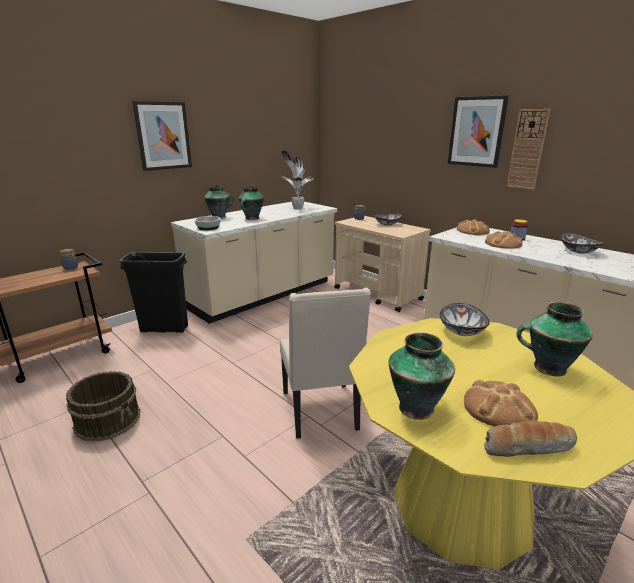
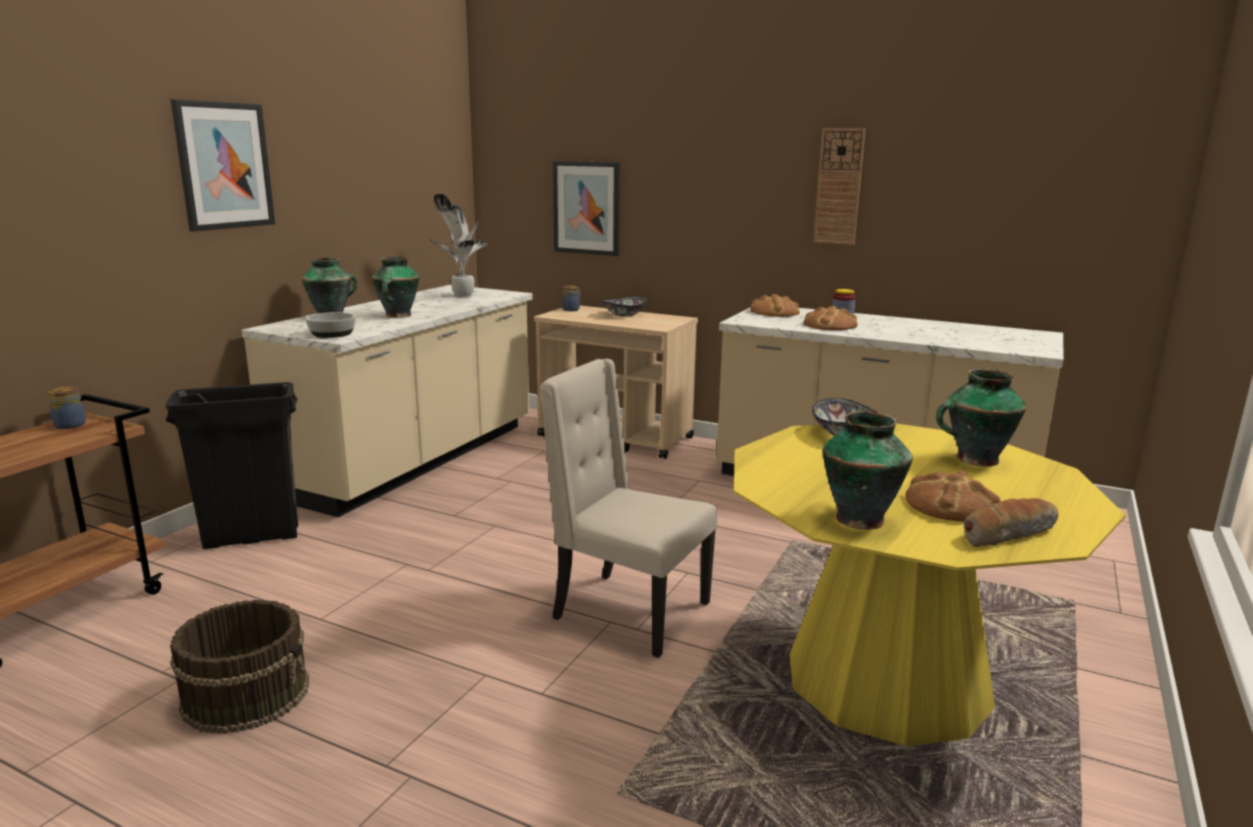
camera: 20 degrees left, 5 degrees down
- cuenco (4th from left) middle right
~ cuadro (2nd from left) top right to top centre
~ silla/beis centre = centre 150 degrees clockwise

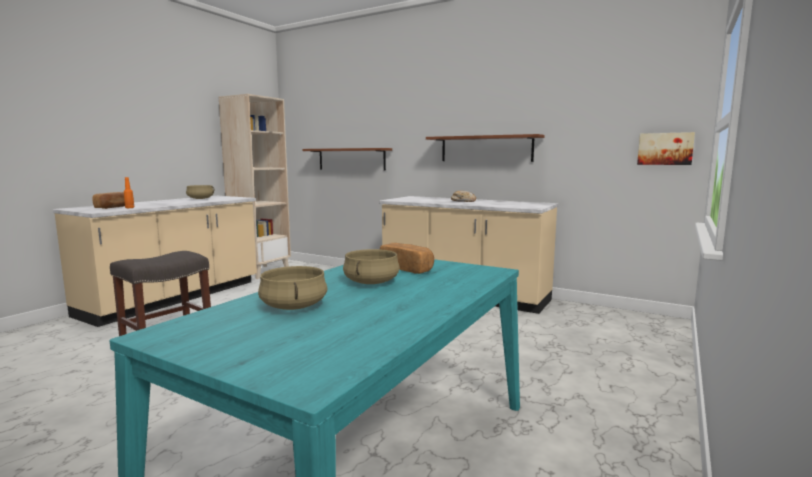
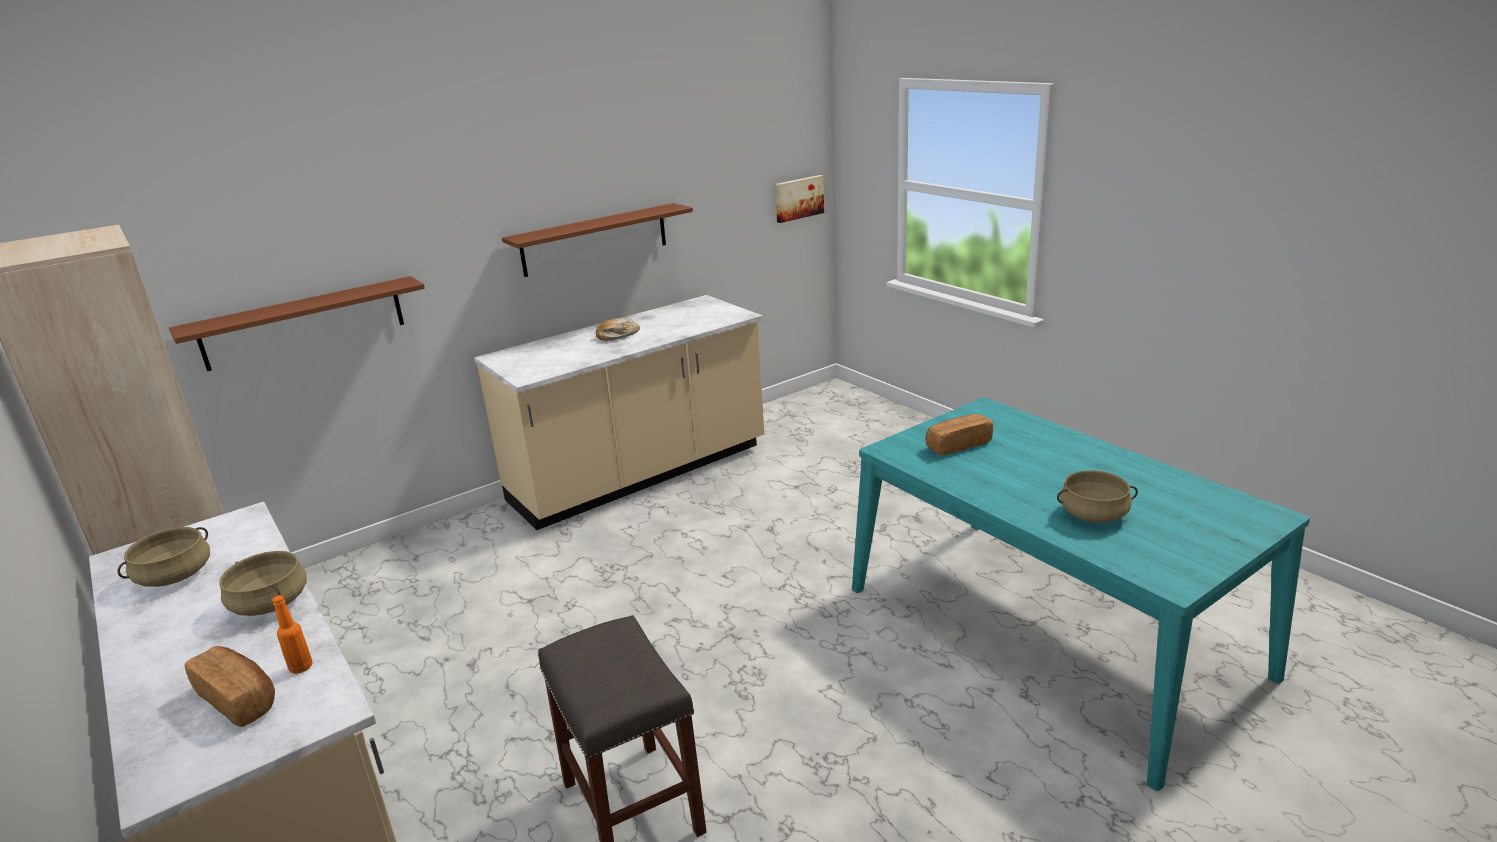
camera: 65 degrees left, 15 degrees up
~ olla/beis (3rd from left in the first image) centre to olla/beis (2nd from left) bottom left

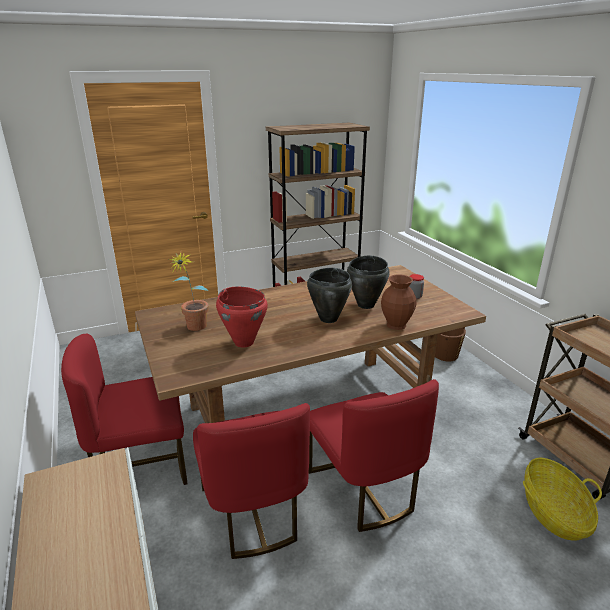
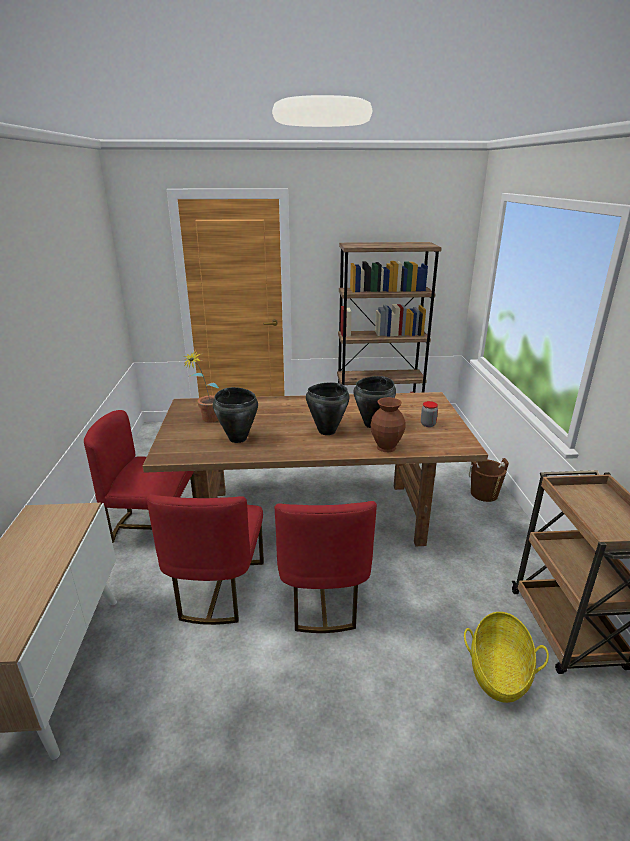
camera: 20 degrees right, 0 degrees up
~ olla/rojo centre to olla/negro (1st from left) centre

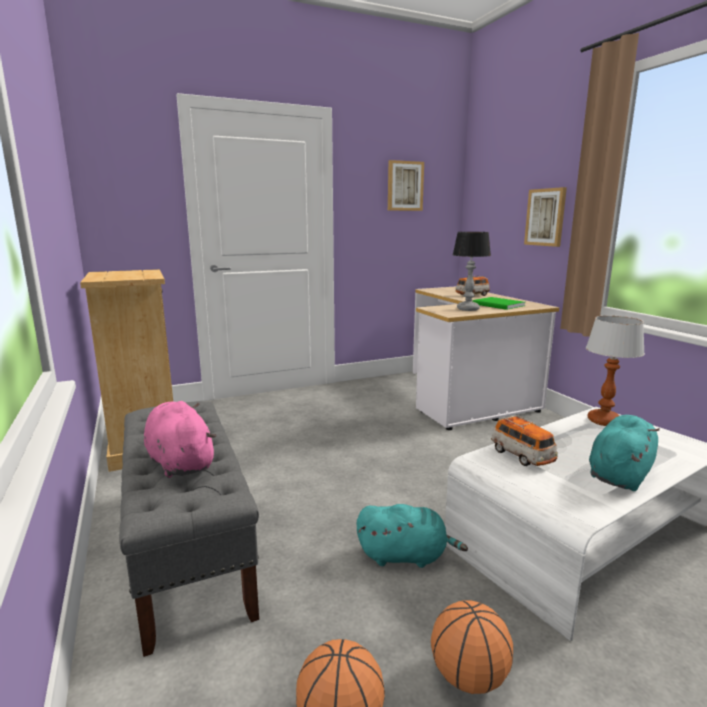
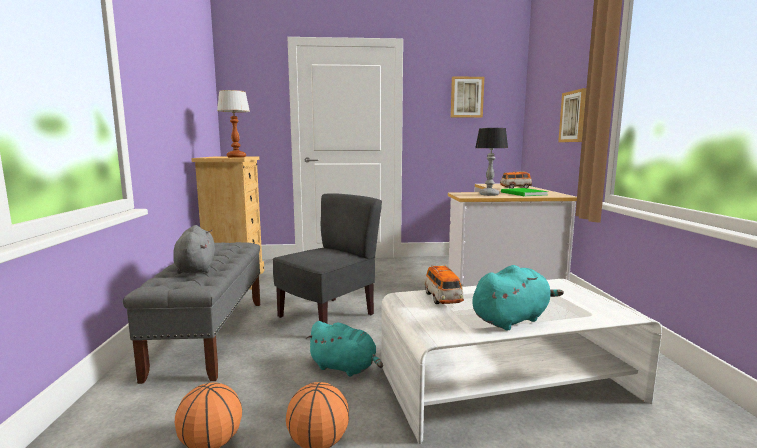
camera: 20 degrees right, 5 degrees down
+ silla/gris centre
~ lámpara de mesa (2nd from left in the first image) middle right to lámpara de mesa (1st from left) top left
~ peluche/rosa middle left to peluche/gris middle left

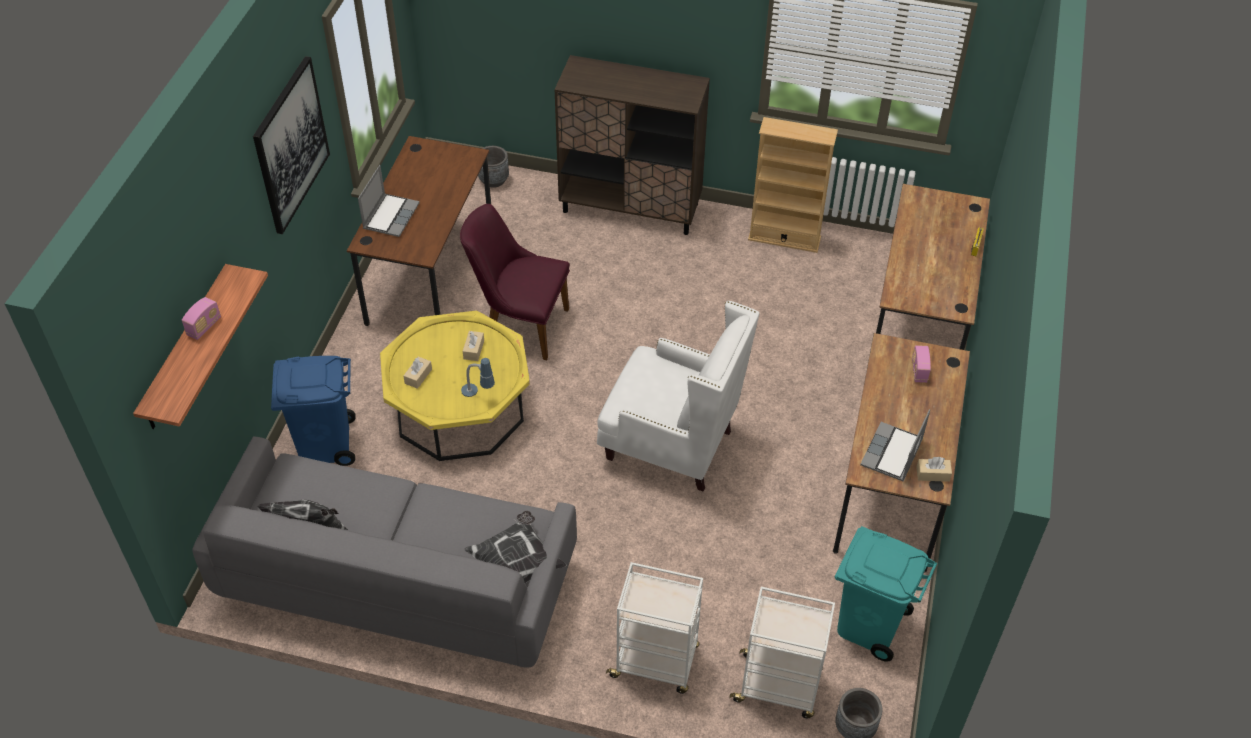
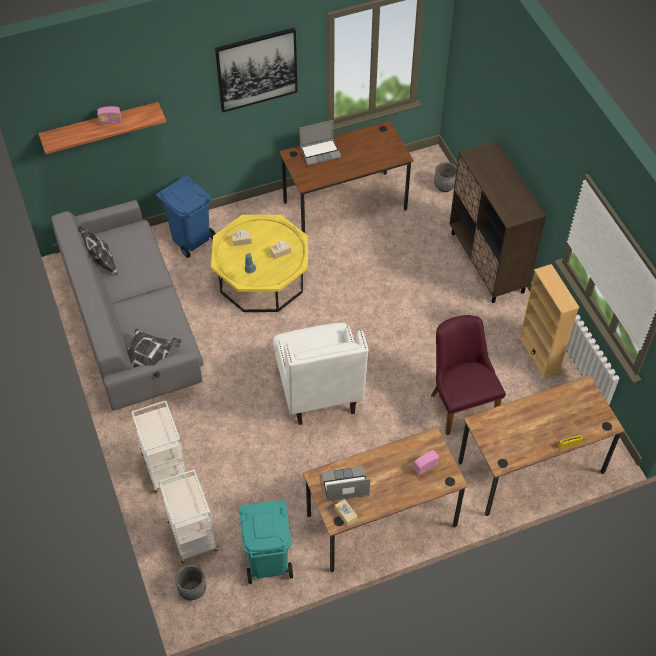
camera: 55 degrees right, 5 degrees up
~ silla/morado centre to middle right

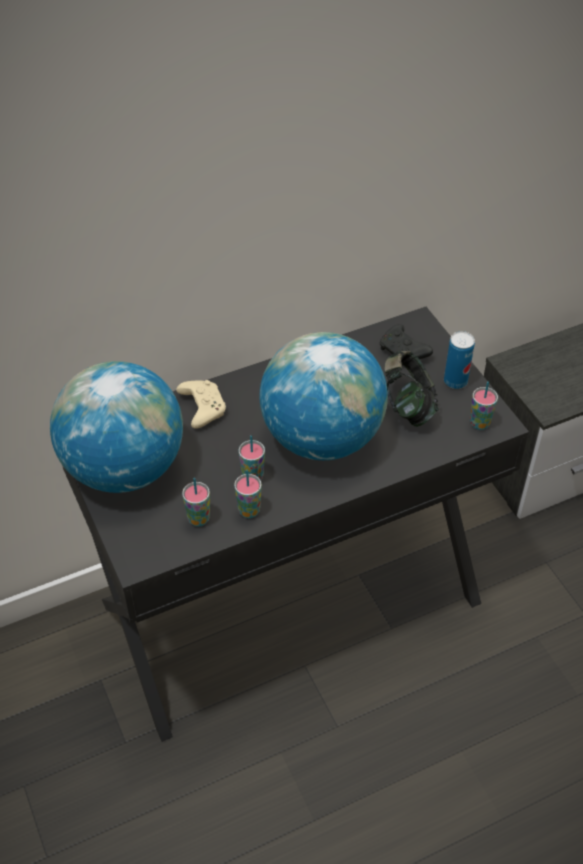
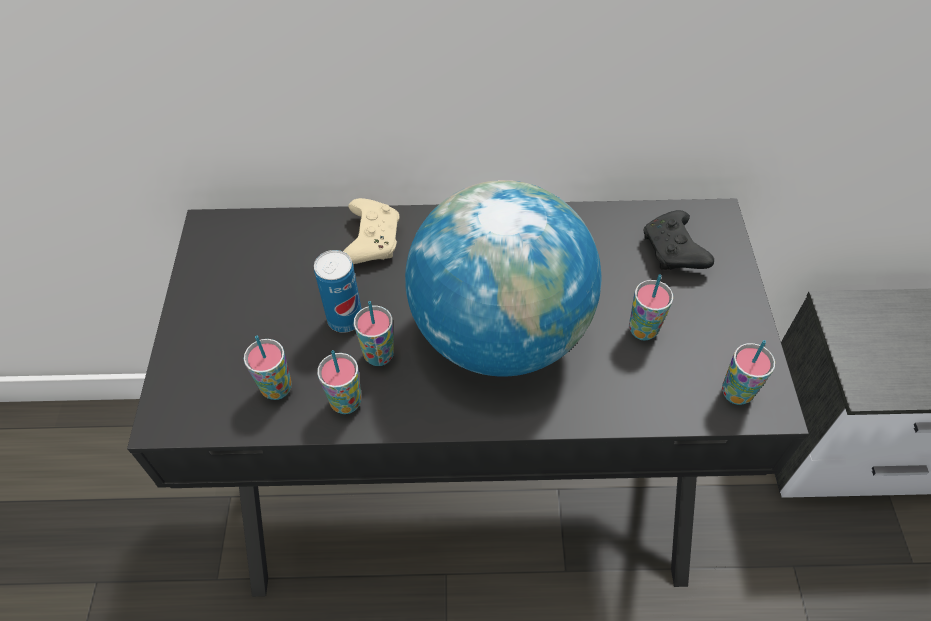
camera: 25 degrees right, 5 degrees up
- globo terráqueo (1st from left) middle left
~ lata middle right to centre
~ auriculares middle right to taza (4th from left) middle right

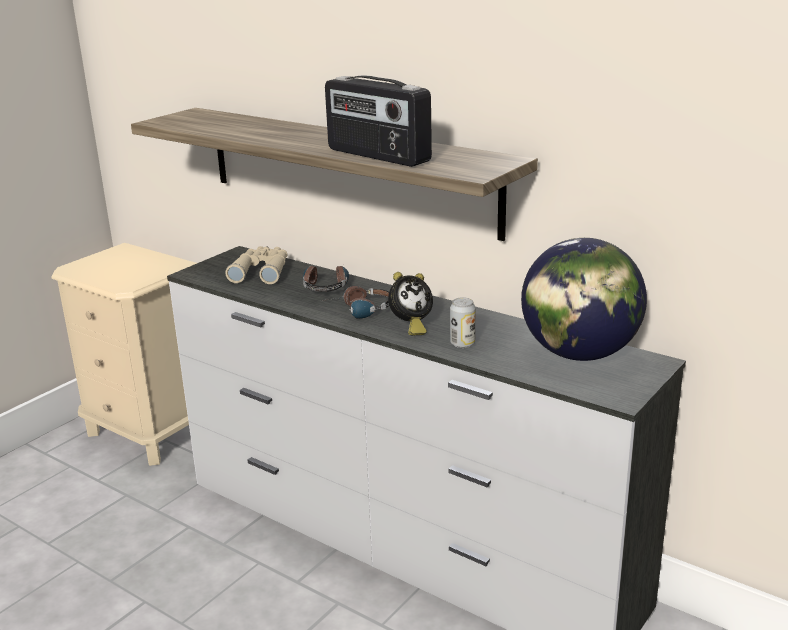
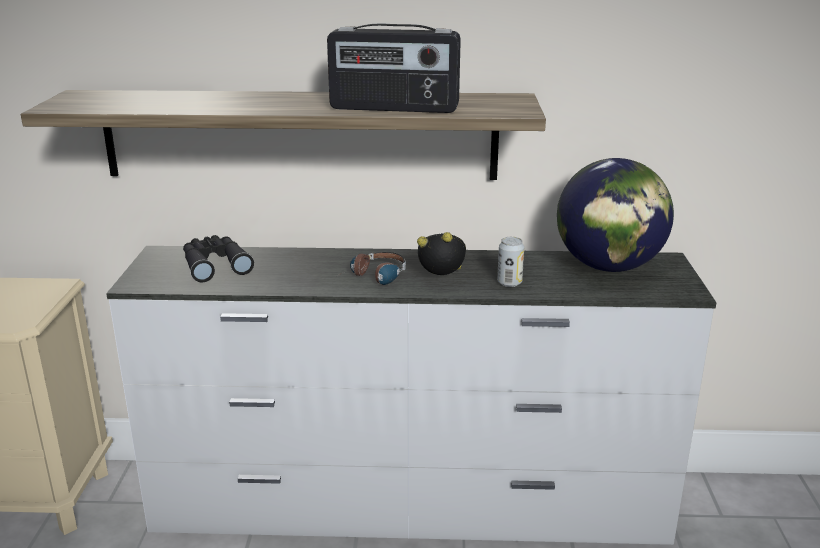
camera: 35 degrees left, 0 degrees up
- auriculares (1st from left) centre
~ prismáticos/beis middle left to prismáticos/negro middle left
~ despertador centre = centre 105 degrees counterclockwise

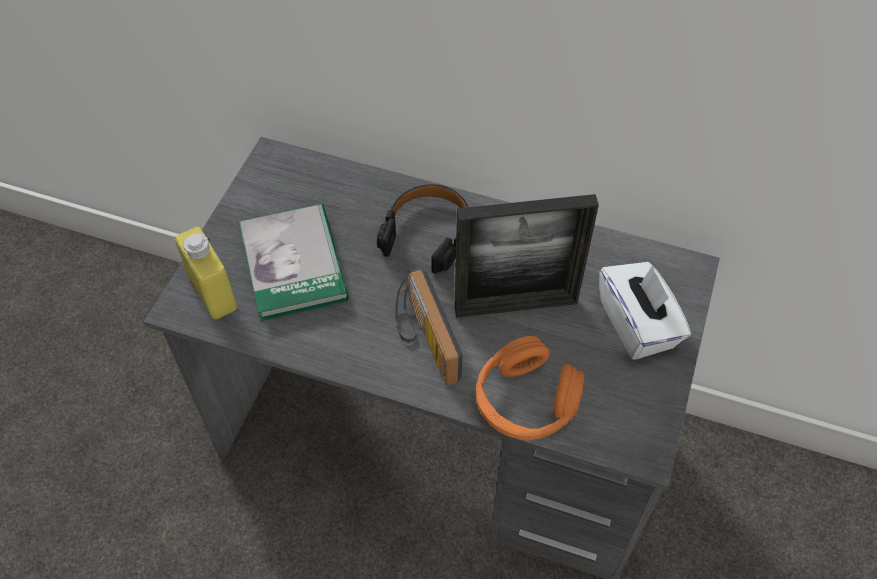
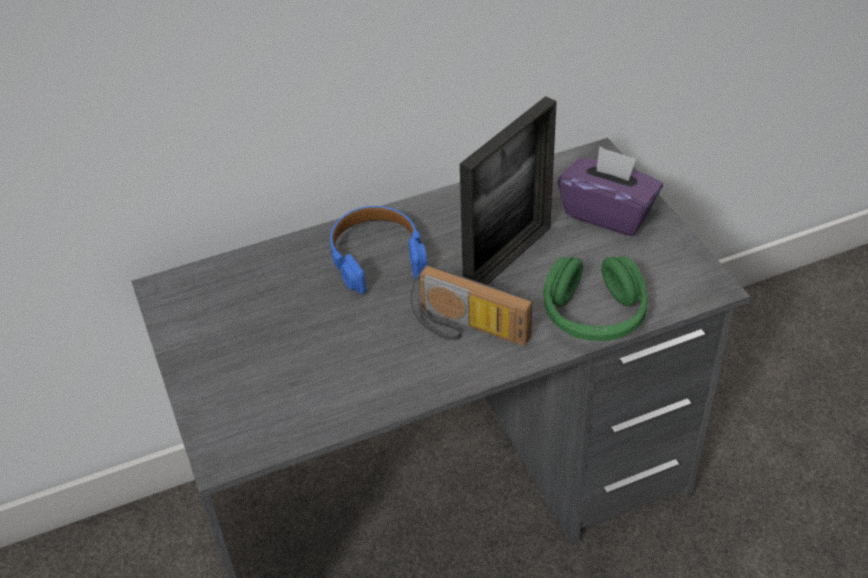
camera: 40 degrees left, 10 degrees down
- botella/amarillo middle left
- libro centre
~ auriculares/negro centre to auriculares/azul centre
~ auriculares/naranja bottom centre to auriculares/verde middle right
~ caja de pañuelos/blanco middle right to caja de pañuelos/morado top right

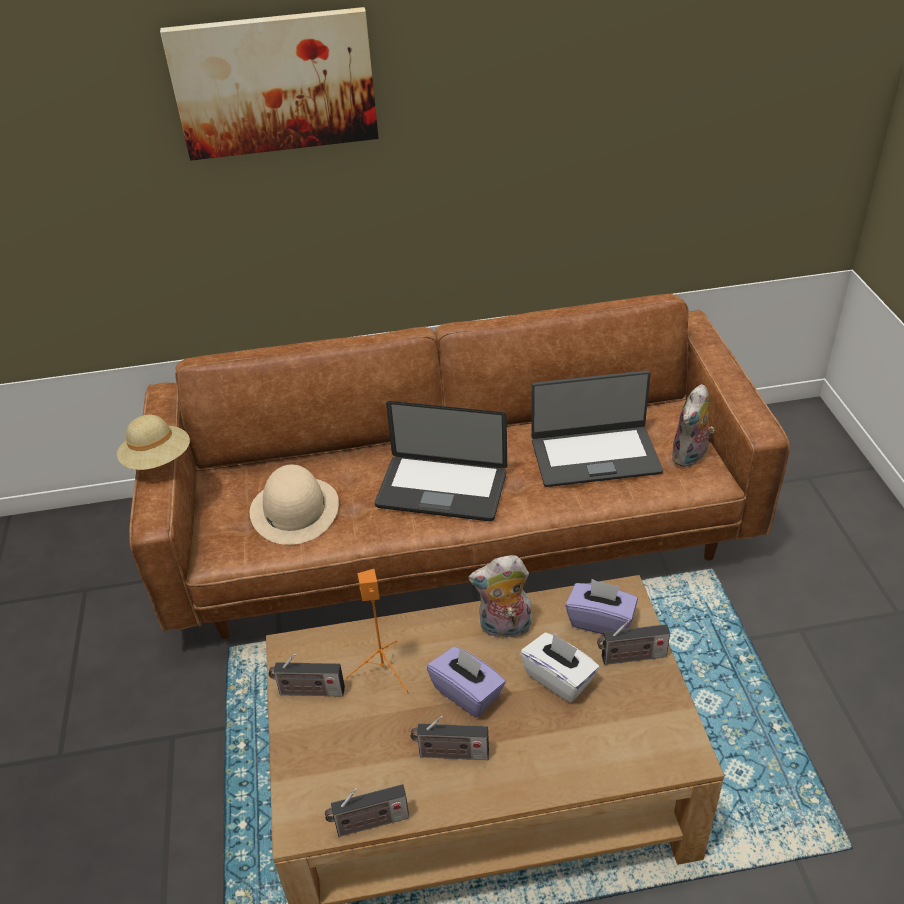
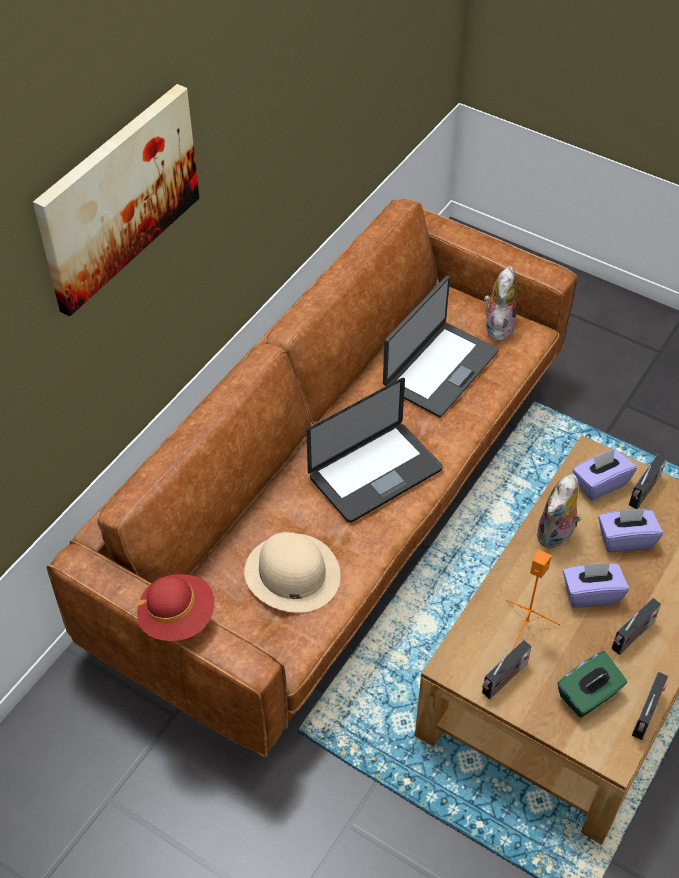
camera: 50 degrees left, 10 degrees up
+ caja de pañuelos/verde bottom right
~ sombrero/beis (1st from left) middle left to sombrero/rojo bottom left
~ caja de pañuelos/blanco bottom centre to caja de pañuelos/morado (3rd from left) middle right
~ peluche (2nd from left in the first image) middle right = middle right 150 degrees counterclockwise

